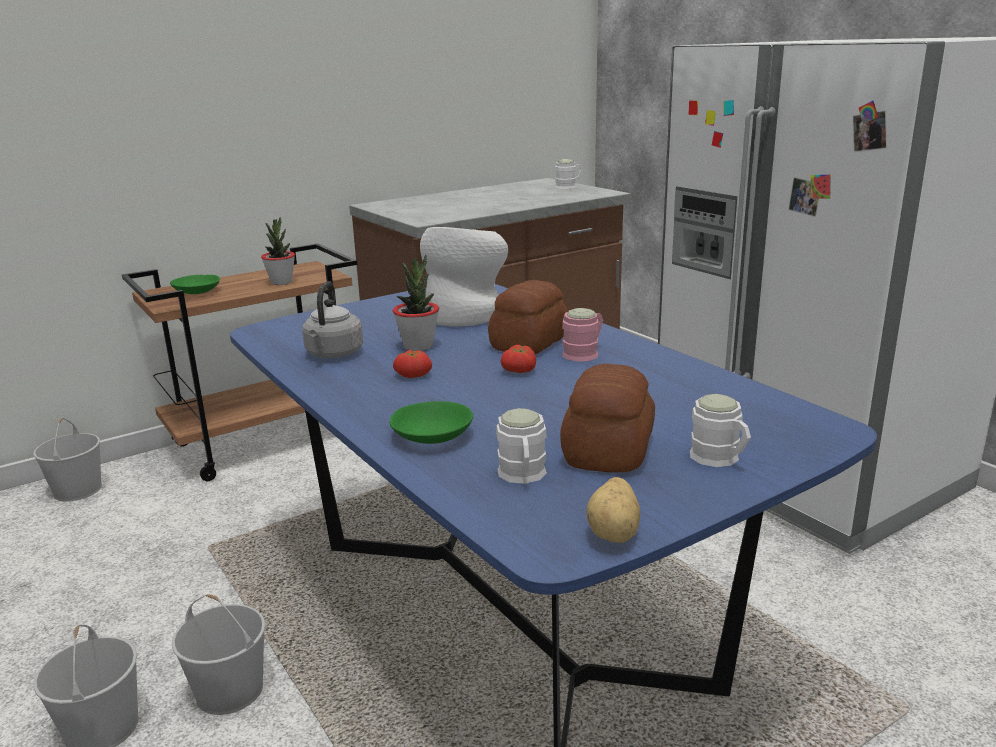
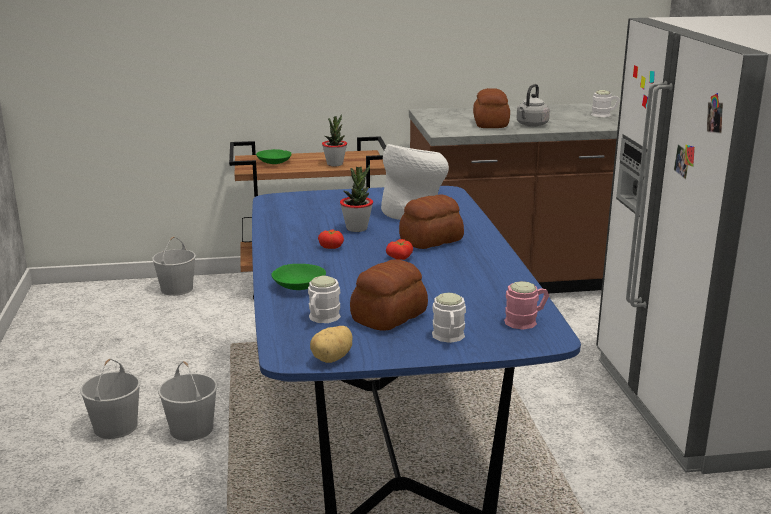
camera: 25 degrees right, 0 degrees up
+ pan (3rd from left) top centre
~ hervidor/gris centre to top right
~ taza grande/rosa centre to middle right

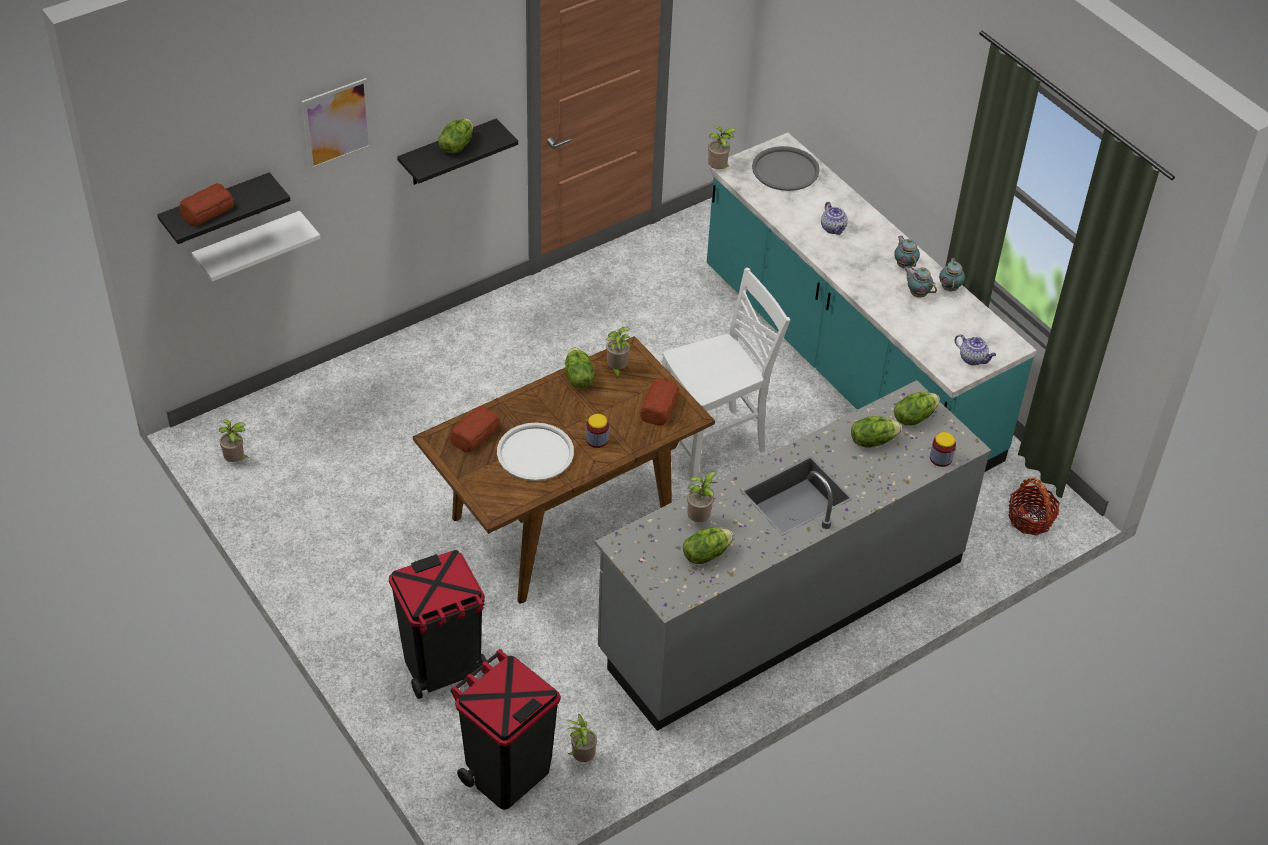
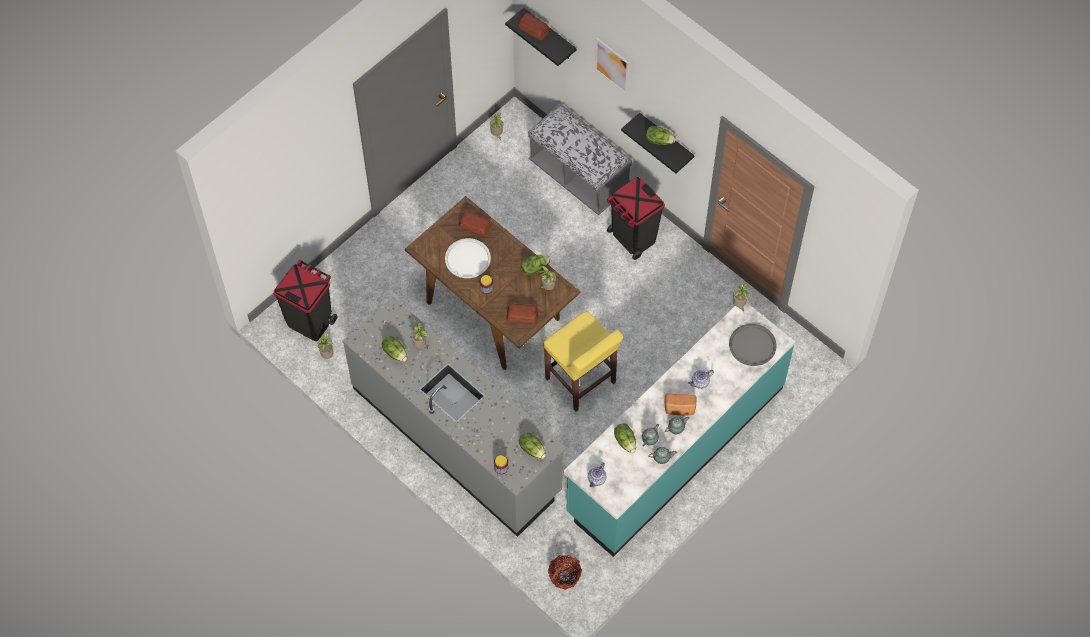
camera: 80 degrees right, 15 degrees up
- estante/blanco top left
+ banco/gris top centre
+ pan (4th from left) centre
~ papelera/negro (1st from left in the first image) bottom centre to papelera/negro (2nd from left) centre
~ lechuga (4th from left) middle right to bottom centre
~ silla/blanco centre to taburete/amarillo centre

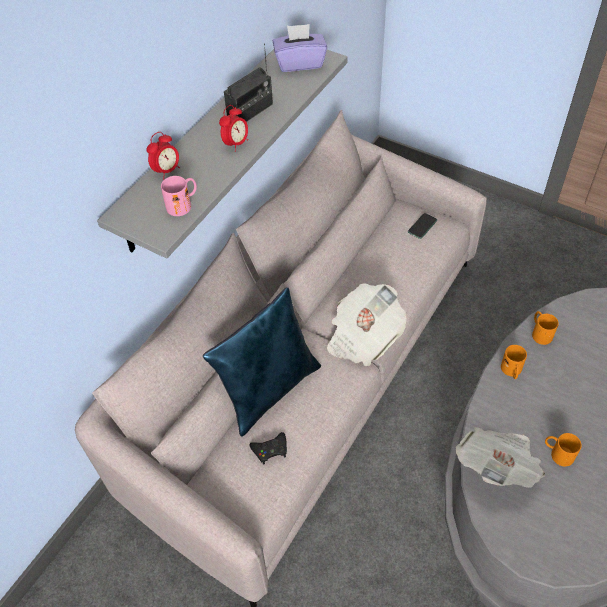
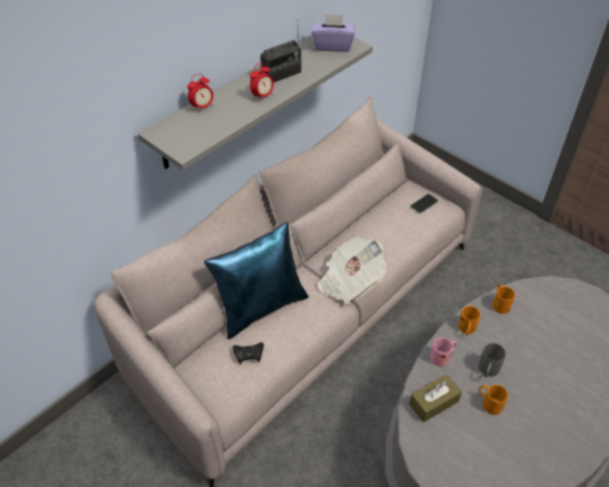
camera: 10 degrees right, 5 degrees down
+ taza grande/gris bottom right
~ taza grande/rosa top left to bottom right
~ periódico (2nd from left) bottom right to caja de pañuelos/marrón bottom right

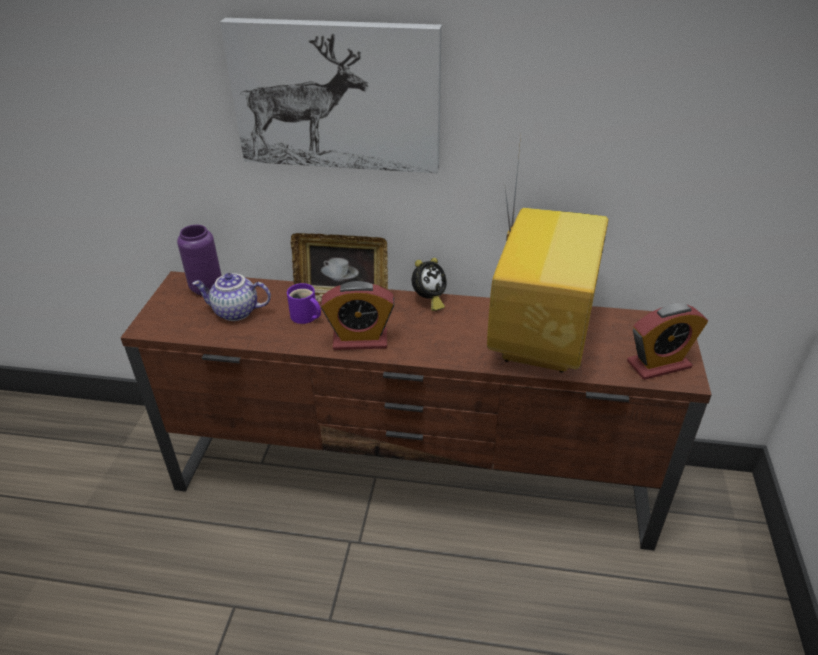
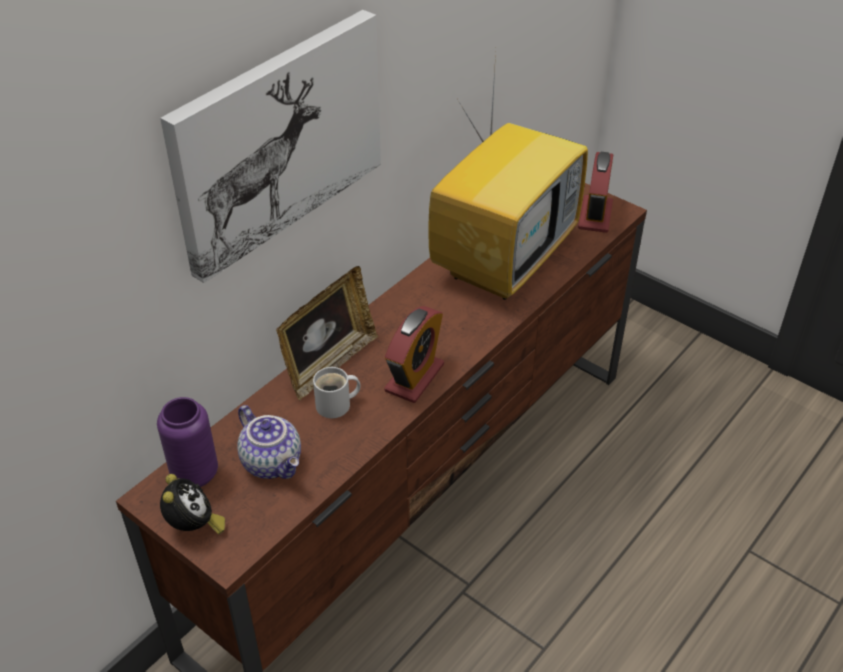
camera: 60 degrees left, 5 degrees up
~ despertador (2nd from left in the first image) centre to despertador (1st from left) bottom left
~ taza grande/morado centre to taza grande/blanco centre
~ tetera middle left = middle left 75 degrees counterclockwise
~ televisor middle right = top centre 75 degrees clockwise

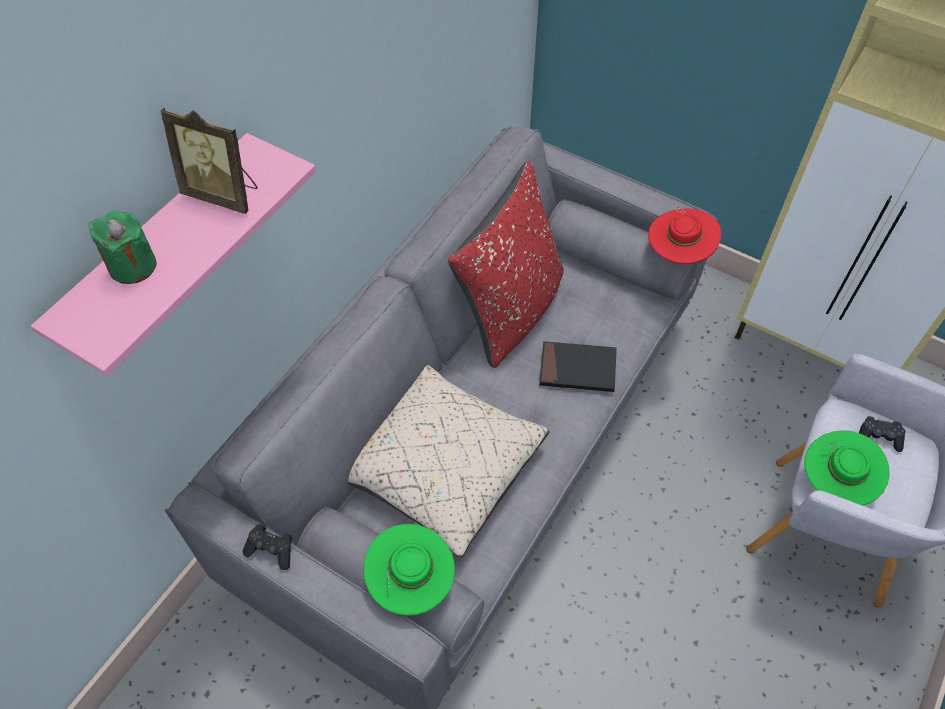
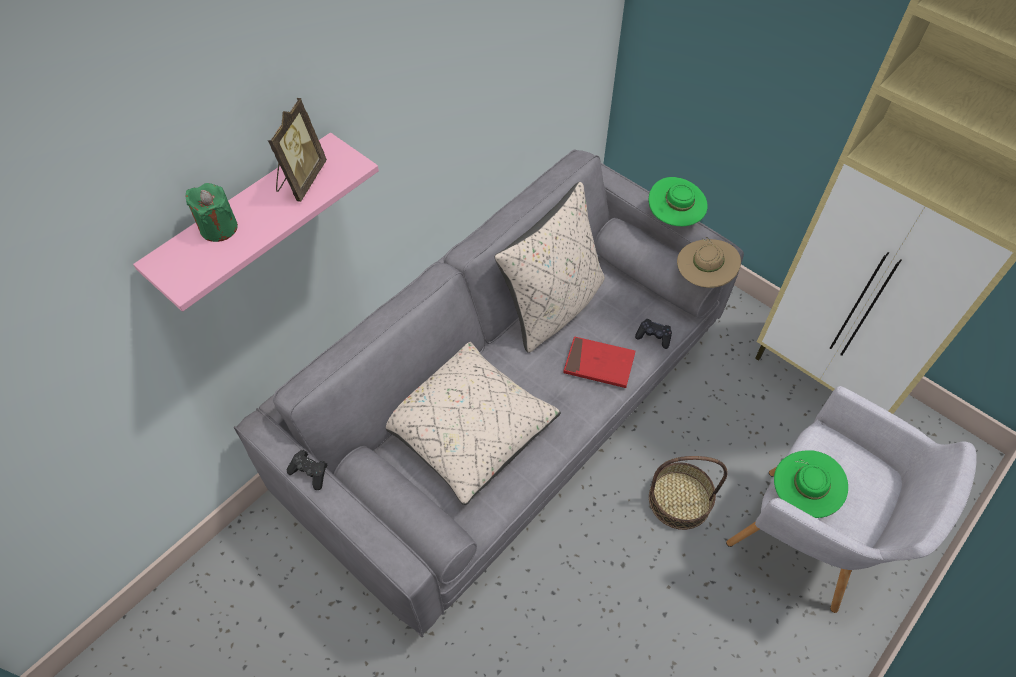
camera: 10 degrees right, 0 degrees up
+ cesta bottom right
~ sombrero/verde (1st from left) bottom centre to top right
~ mando de consola/negro (2nd from left) middle right to centre
~ cojín/rojo centre to cojín/beis (2nd from left) centre
~ libro/negro centre to libro/rojo centre
~ sombrero/rojo top right to sombrero/beis middle right
~ portarretratos top left = top left 105 degrees counterclockwise

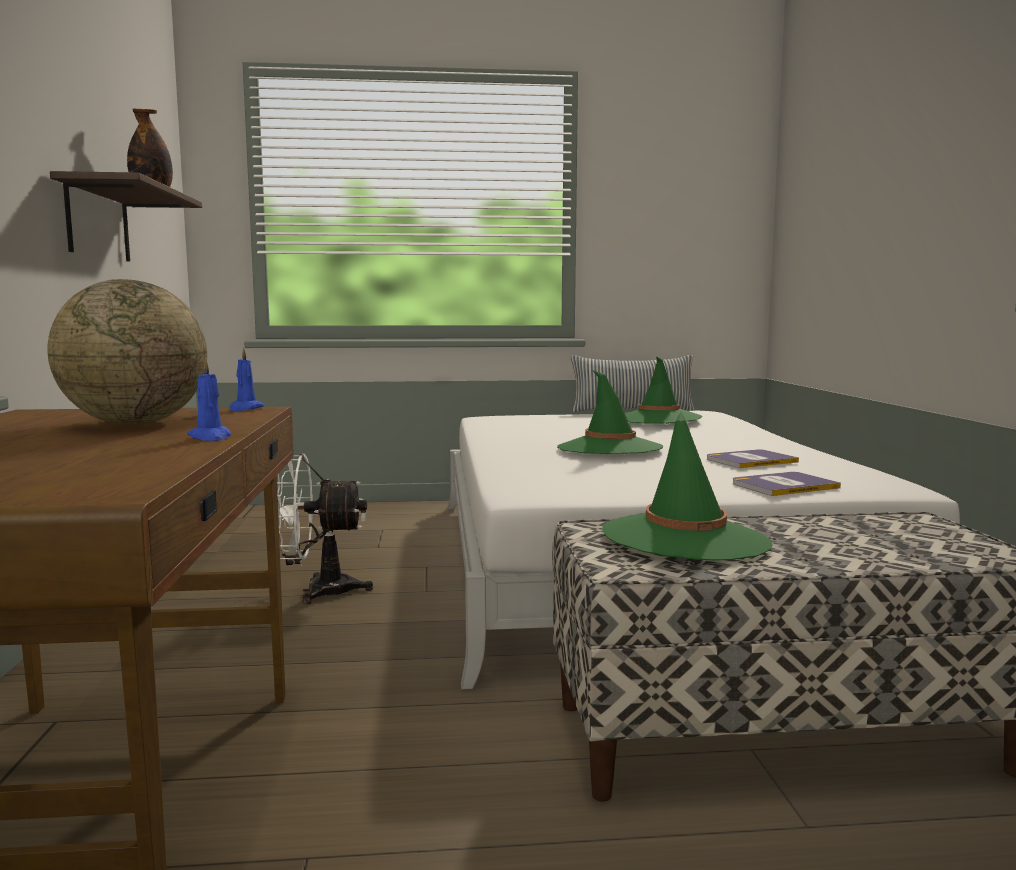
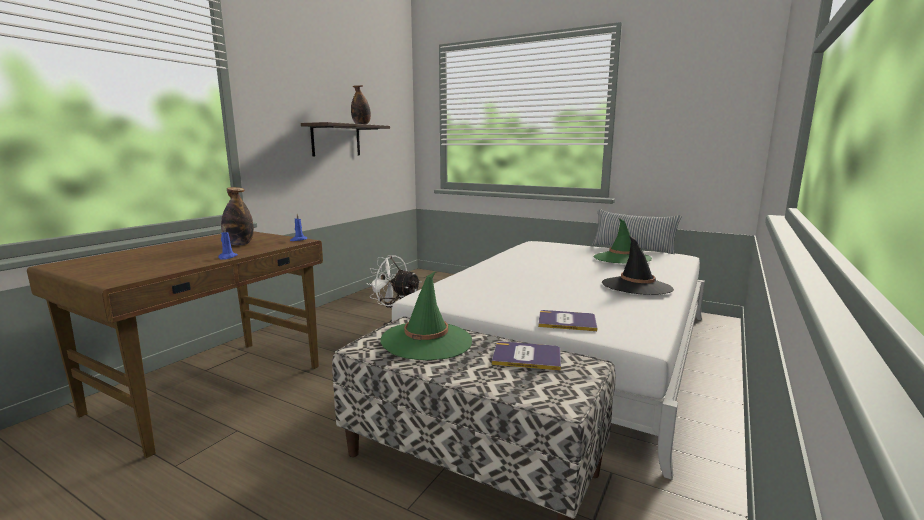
camera: 35 degrees right, 5 degrees up
- sombrero/verde (1st from left) centre
+ sombrero/negro middle right
~ libro (1st from left) middle right to bottom centre
~ globo terráqueo middle left to botella (1st from left) middle left

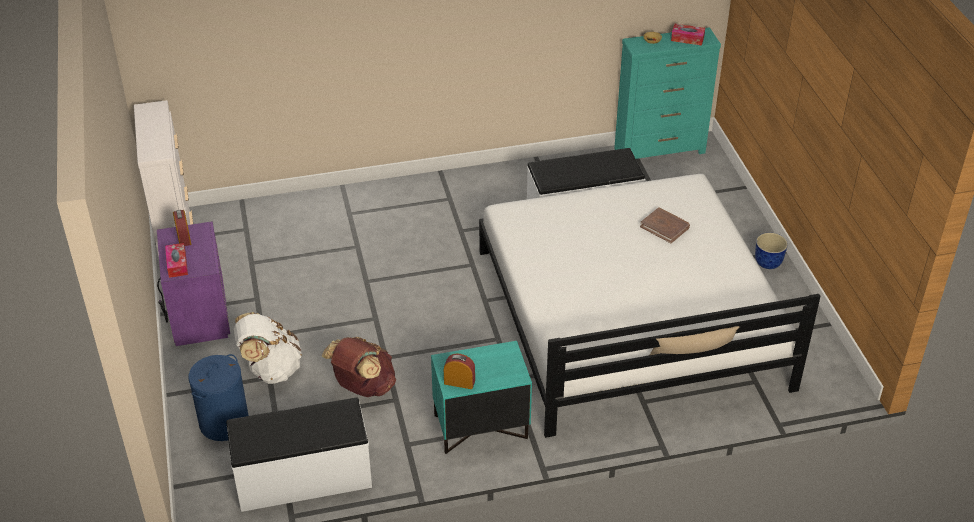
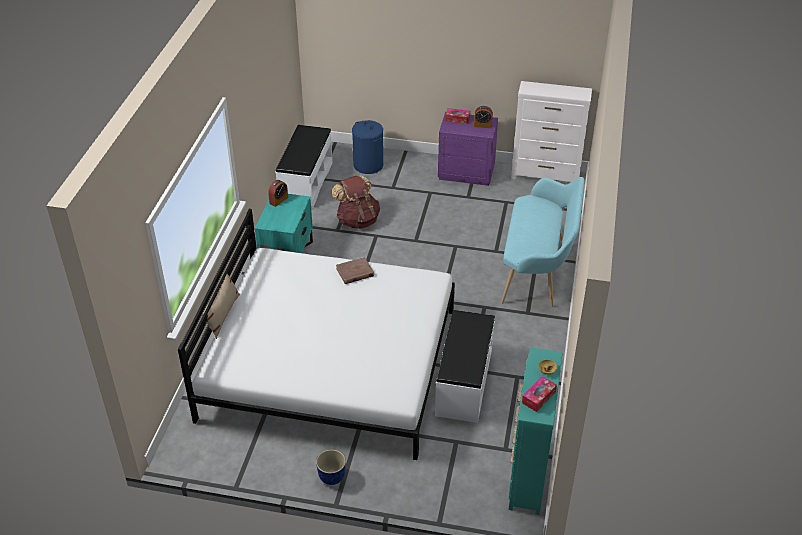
camera: 115 degrees right, 0 degrees up
- mochila/blanco bottom left
+ banco/turquesa middle right
~ libro/marrón middle right to centre

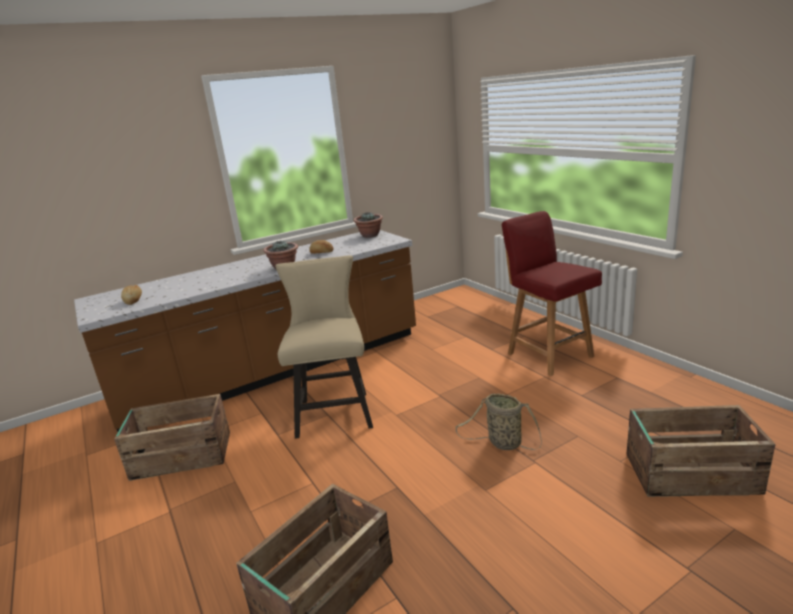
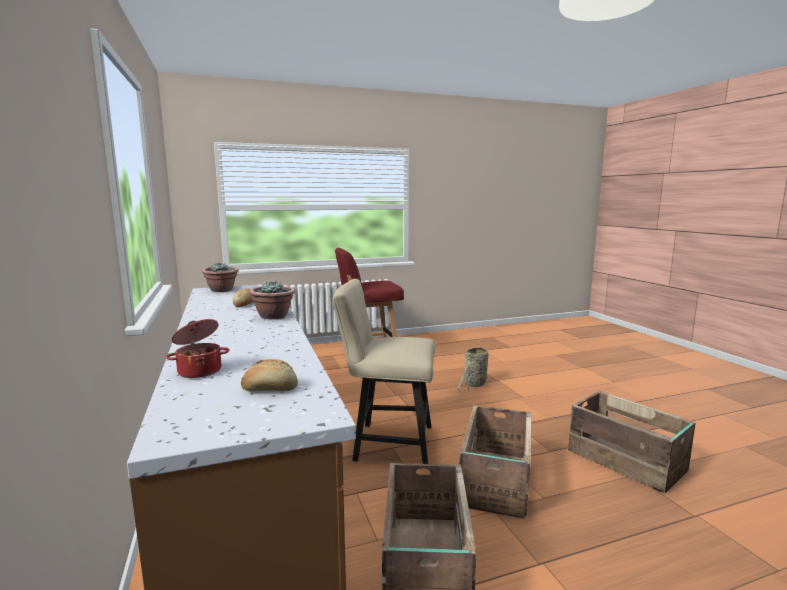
camera: 80 degrees left, 10 degrees down
+ olla middle left
~ caja de embalaje (3rd from left in the first image) bottom right to caja de embalaje (2nd from left) bottom centre

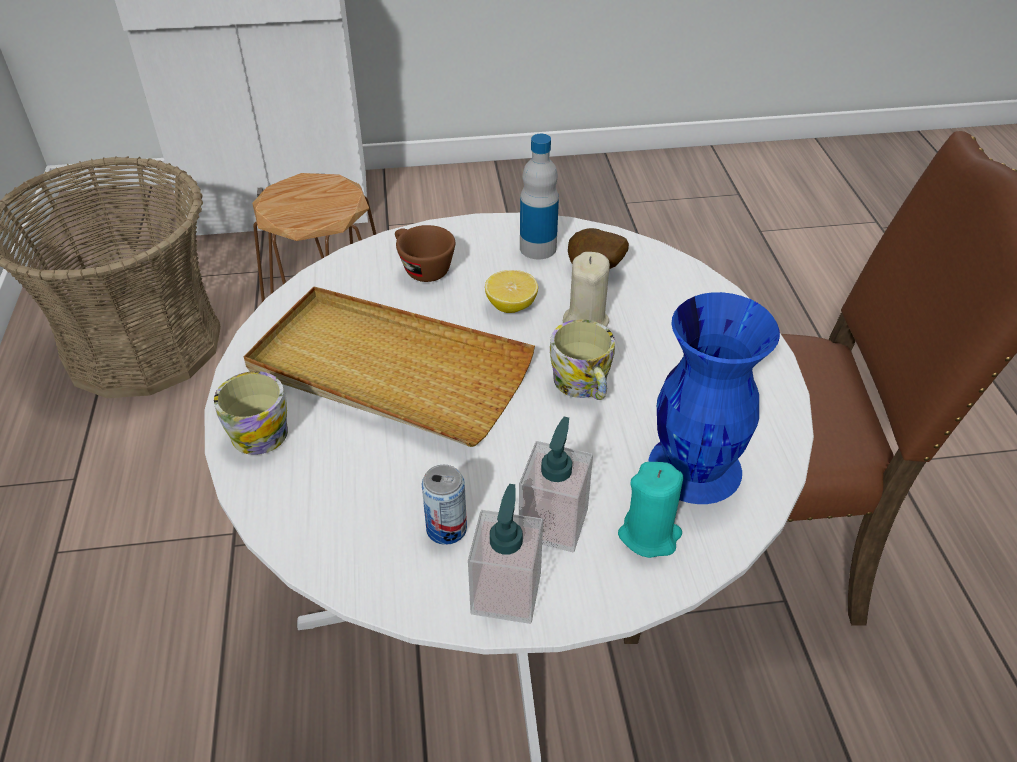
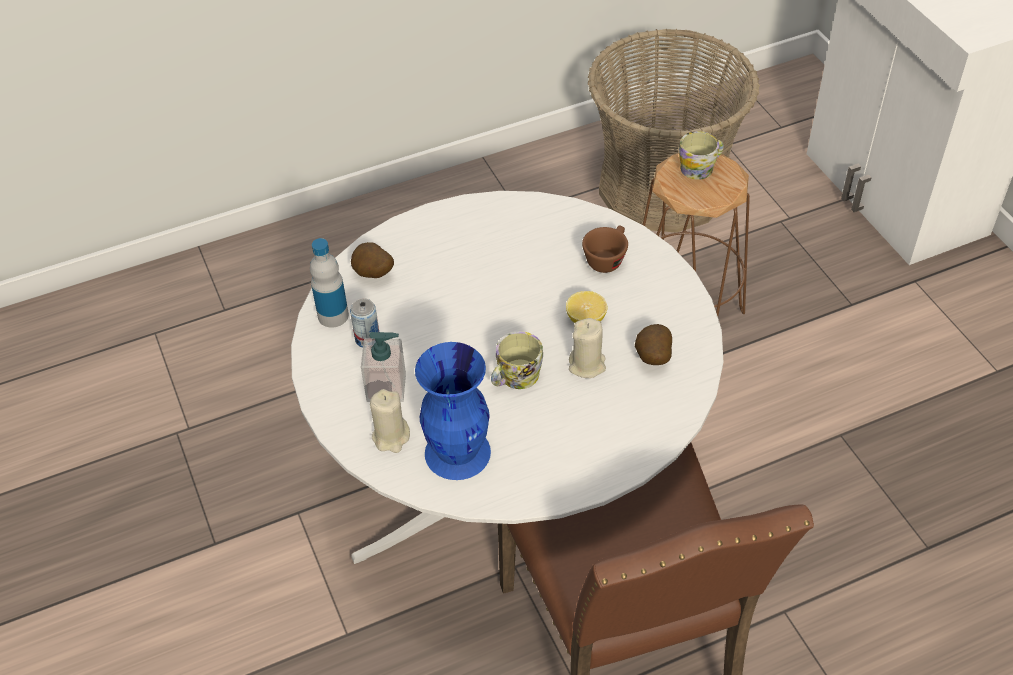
camera: 75 degrees right, 5 degrees up
- bandeja/beis centre
- dispensador de jabón (1st from left) bottom centre
+ patata (1st from left) centre
~ taza grande (1st from left in the first image) middle left to taza grande (2nd from left) top right
~ botella top centre to middle left
~ vela/turquesa bottom centre to vela/beis (1st from left) centre

